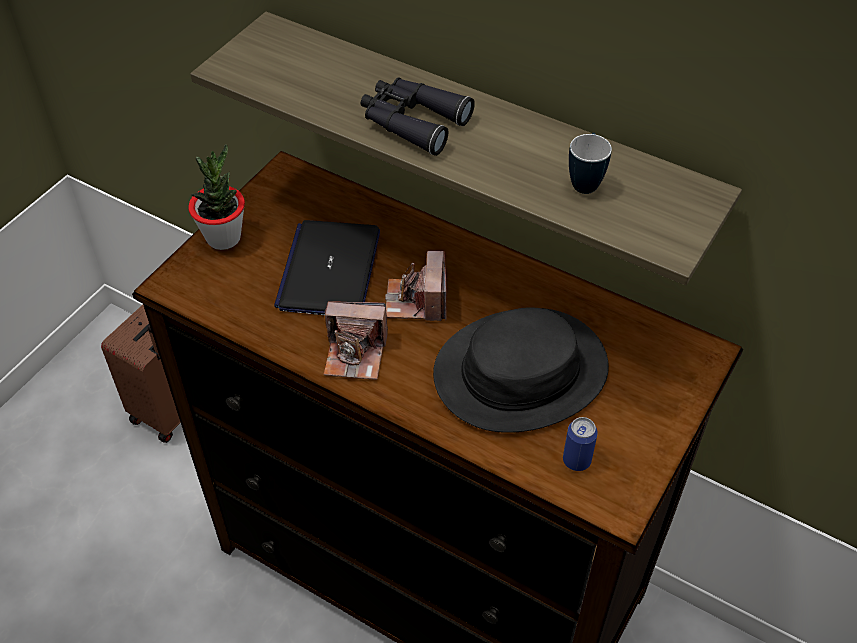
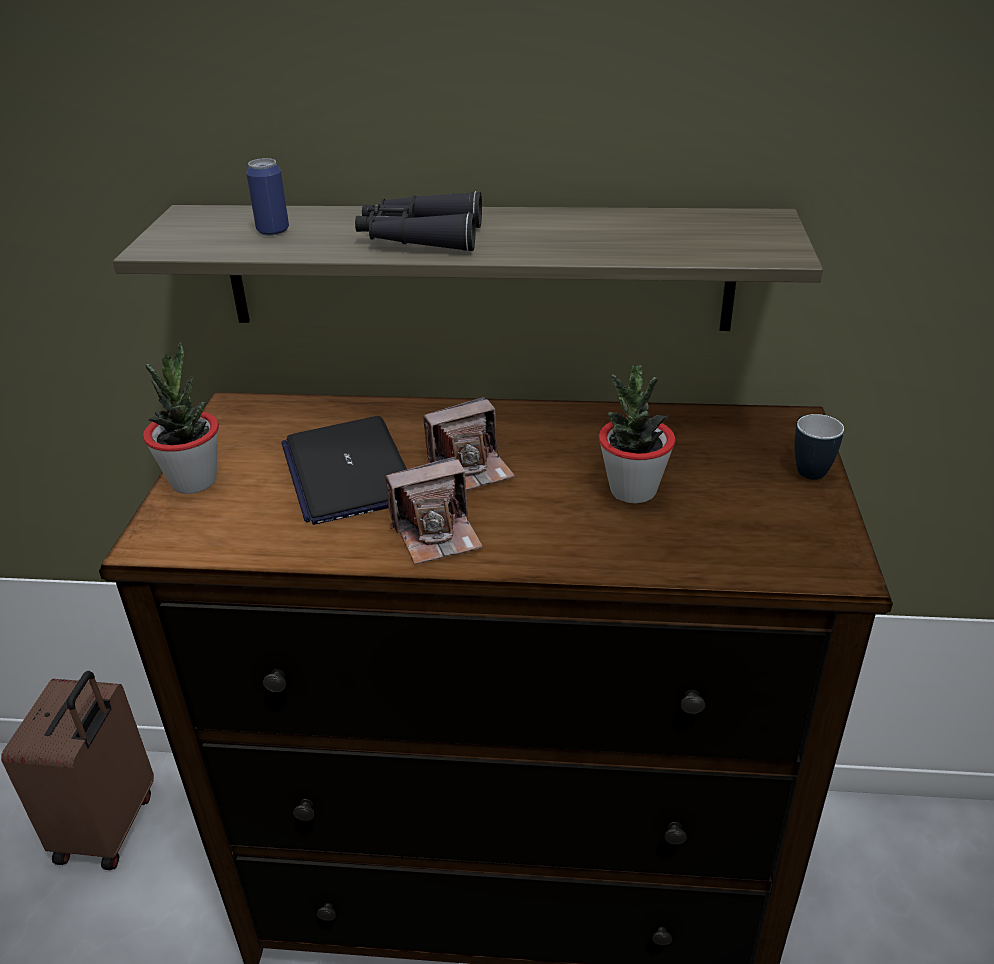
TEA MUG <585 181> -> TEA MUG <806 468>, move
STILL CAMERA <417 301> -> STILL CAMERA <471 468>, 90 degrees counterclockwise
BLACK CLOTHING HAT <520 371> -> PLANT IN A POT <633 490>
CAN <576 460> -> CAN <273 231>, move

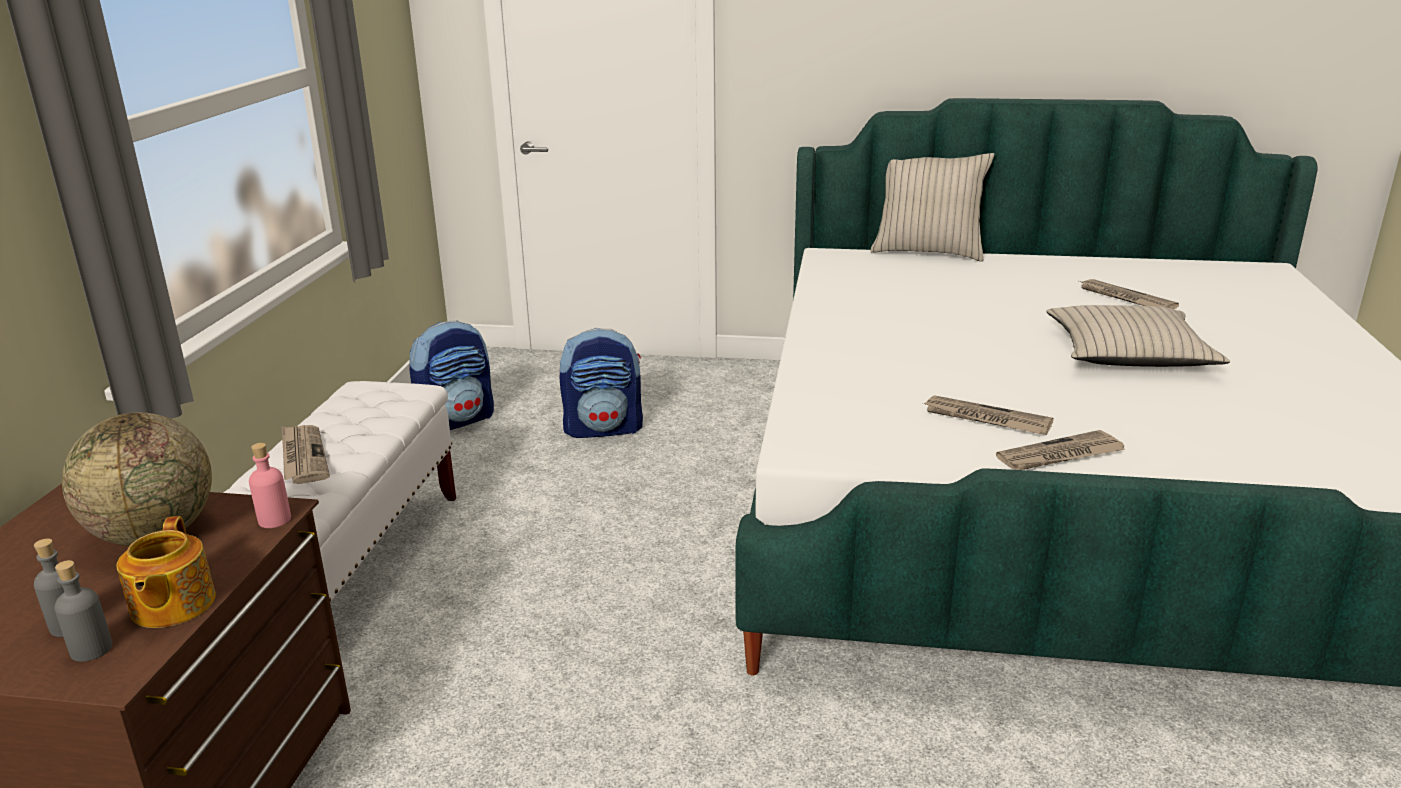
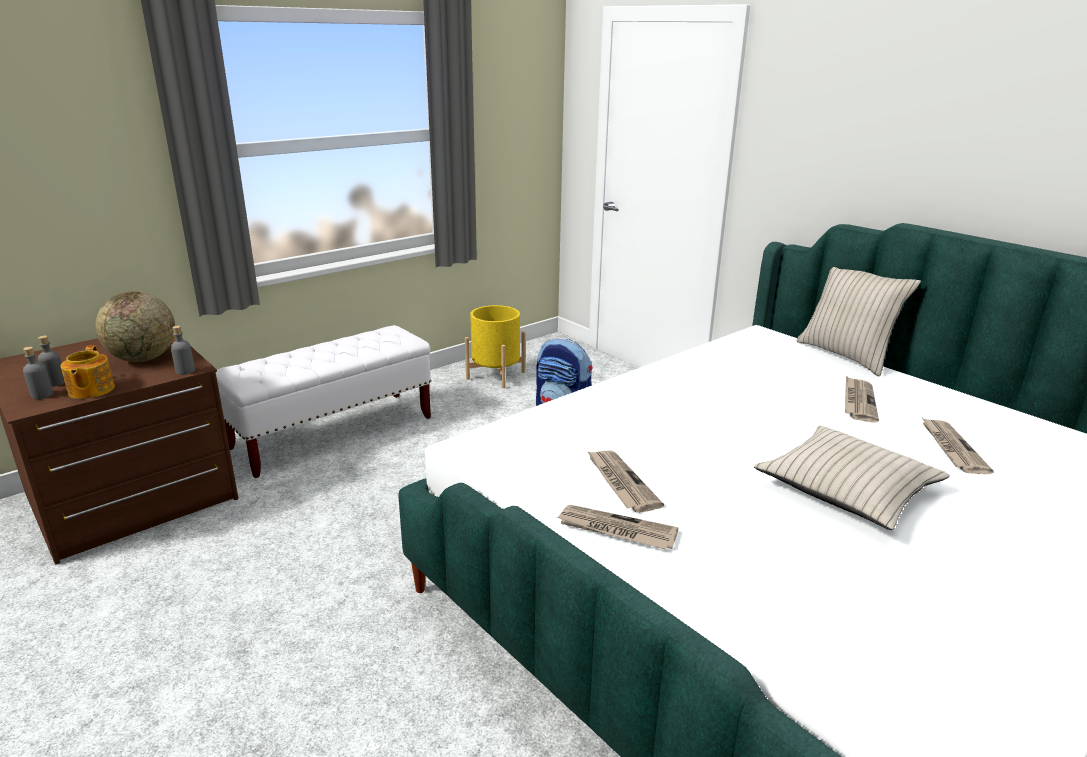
BACKPACK <457 420> -> YELLOW-COLOURED PLANT POT <496 375>
DAILY PAPER <303 456> -> DAILY PAPER <858 401>, move
PINK-COLOURED BOTTLE <274 520> -> GRAY BOTTLE <185 371>
TEA POT <171 606> -> TEA POT <90 390>, 45 degrees counterclockwise

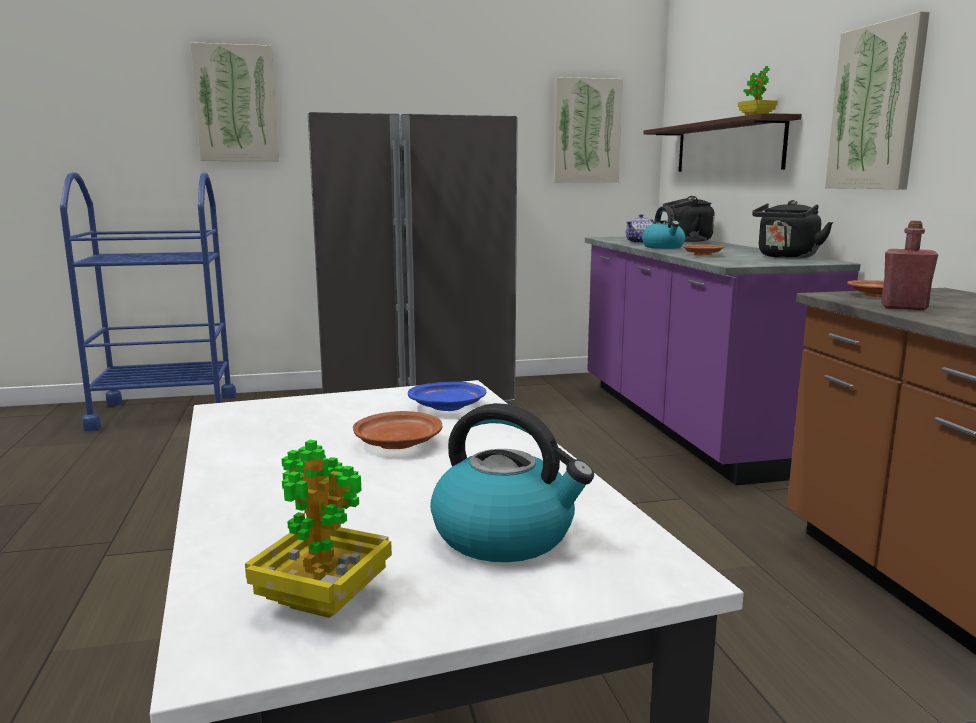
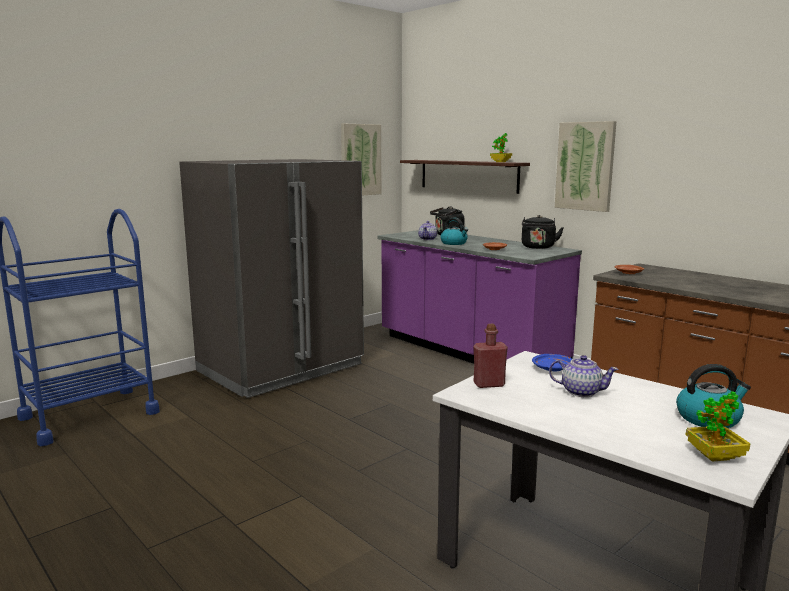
PICTURE <236 104> -> none
REDDISH BOTTLE <904 307> -> REDDISH BOTTLE <489 384>, move
BROWN-COLOURED PLATE <398 443> -> TEA POT <580 392>

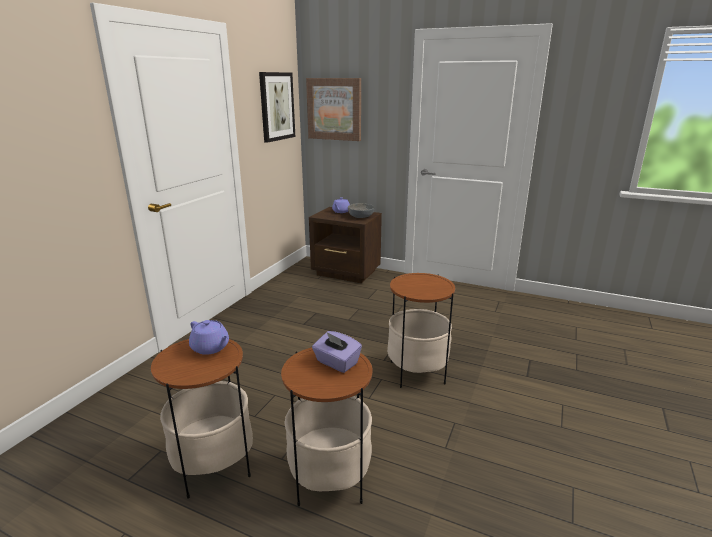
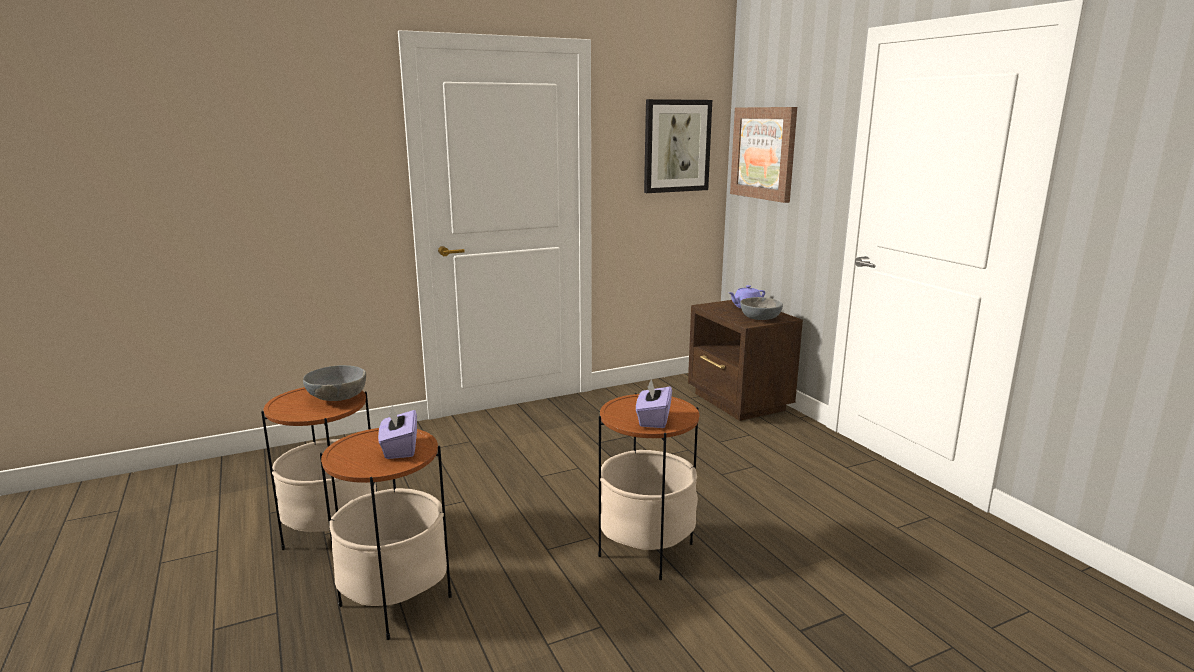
PURPLE TEA POT <211 348> -> GRAY BOWL <338 397>
none -> PURPLE BOX OF TISSUES <653 419>

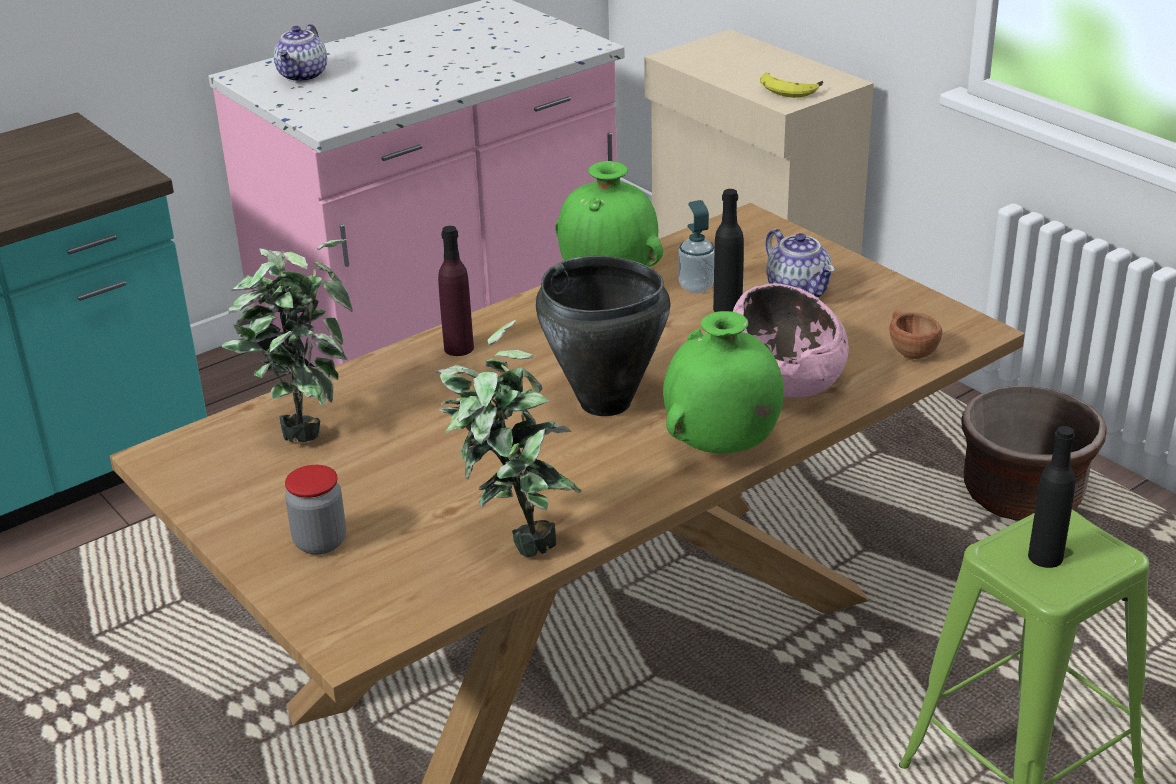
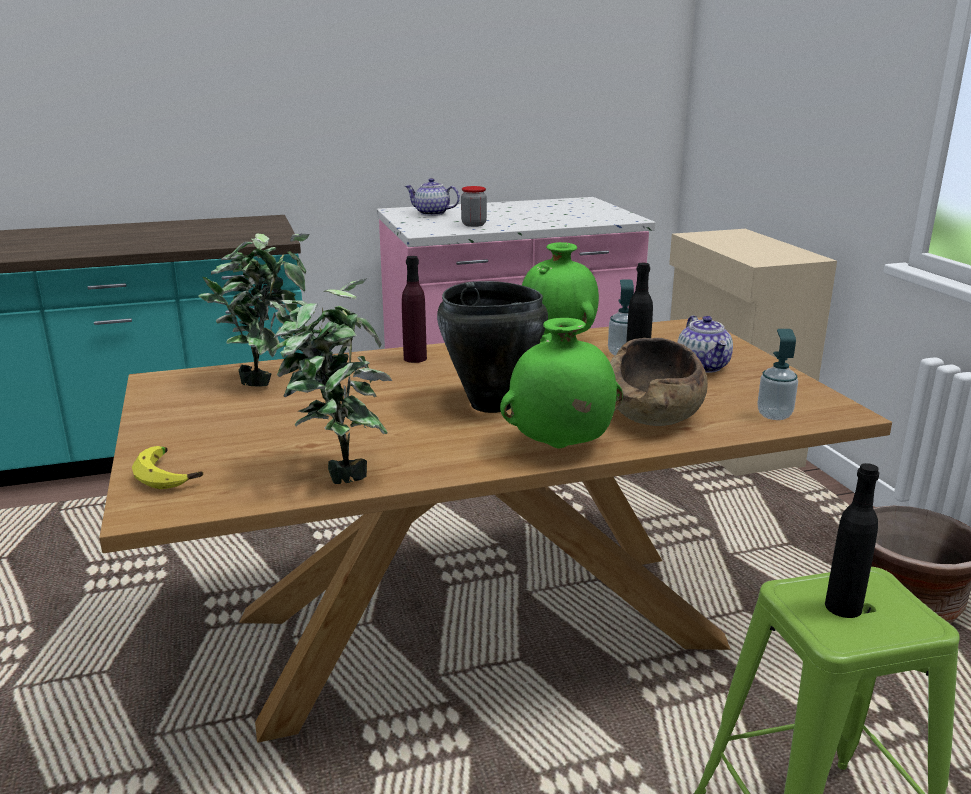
TEA POT <304 76> -> TEA POT <431 213>, 75 degrees clockwise
BANANA FRUIT <790 89> -> BANANA FRUIT <170 474>, move
PINK-COLOURED BOWL <787 374> -> BROWN-COLOURED BOWL <654 412>
BROWN-COLOURED SMALL CUP <909 350> -> SOAP DISPENSER <774 415>
PRESERVE JAR <320 542> -> PRESERVE JAR <473 224>, move

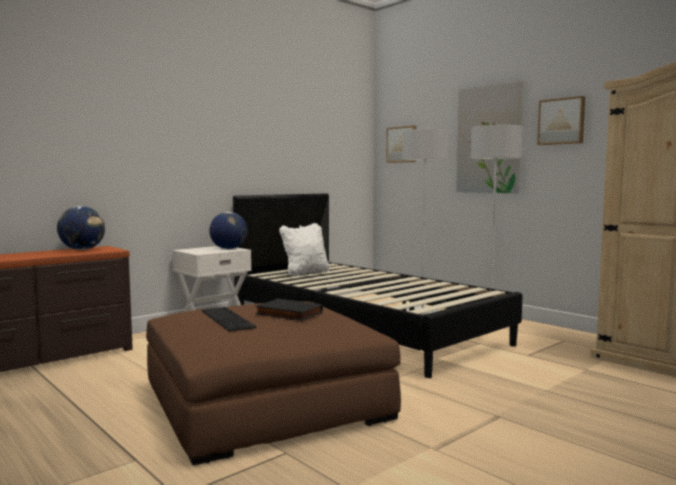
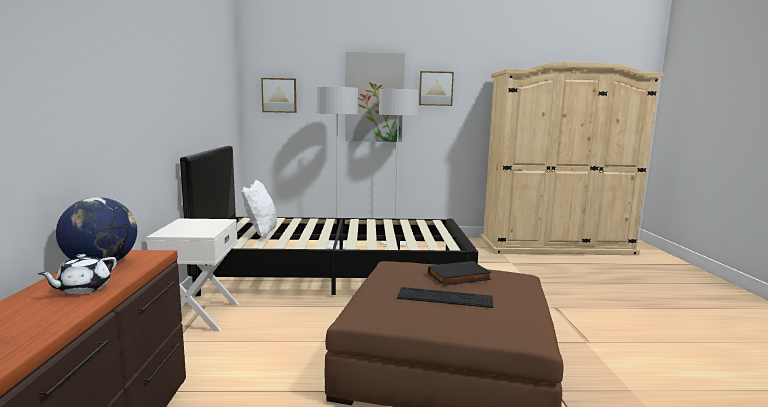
GLOBE <228 249> -> none
none -> WHITISH TEA POT <83 289>

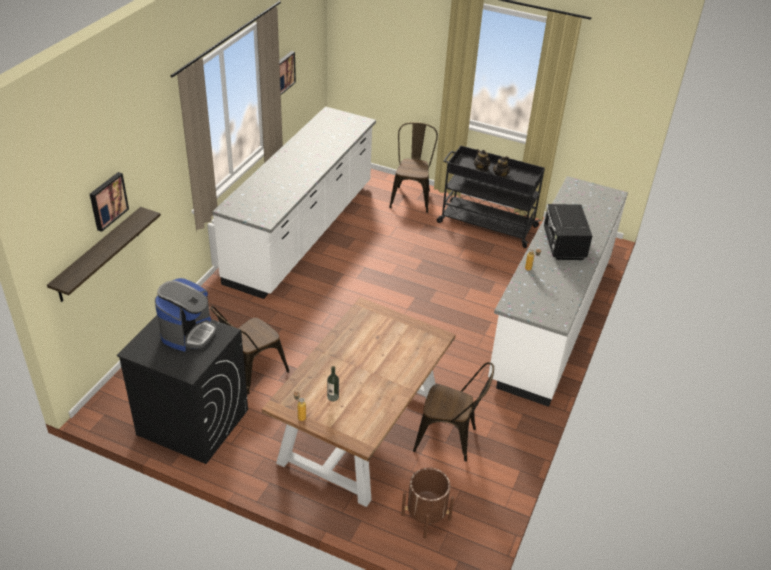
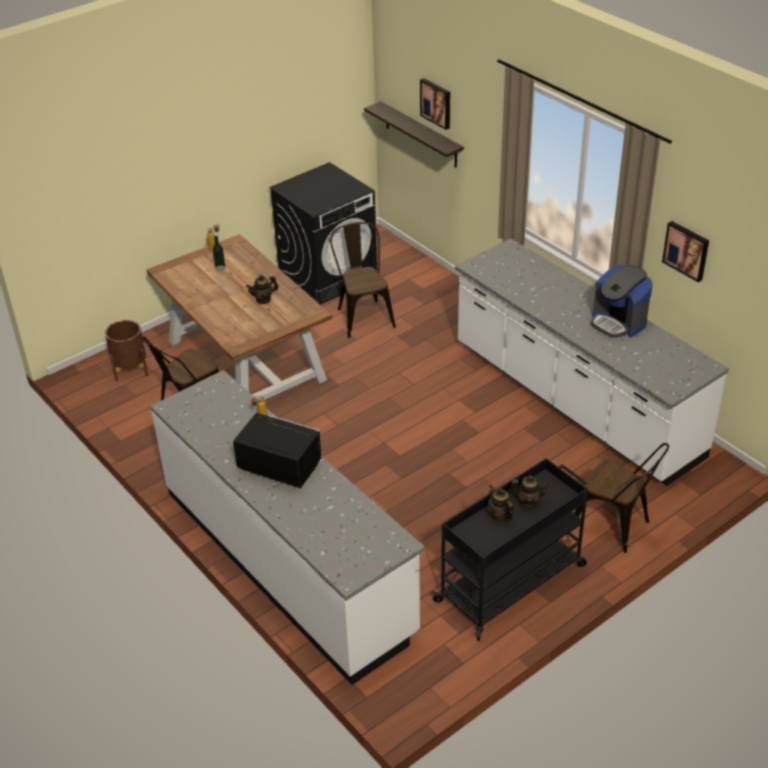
COFFEE BREWER <188 333> -> COFFEE BREWER <618 322>, move
none -> TEA POT <263 299>

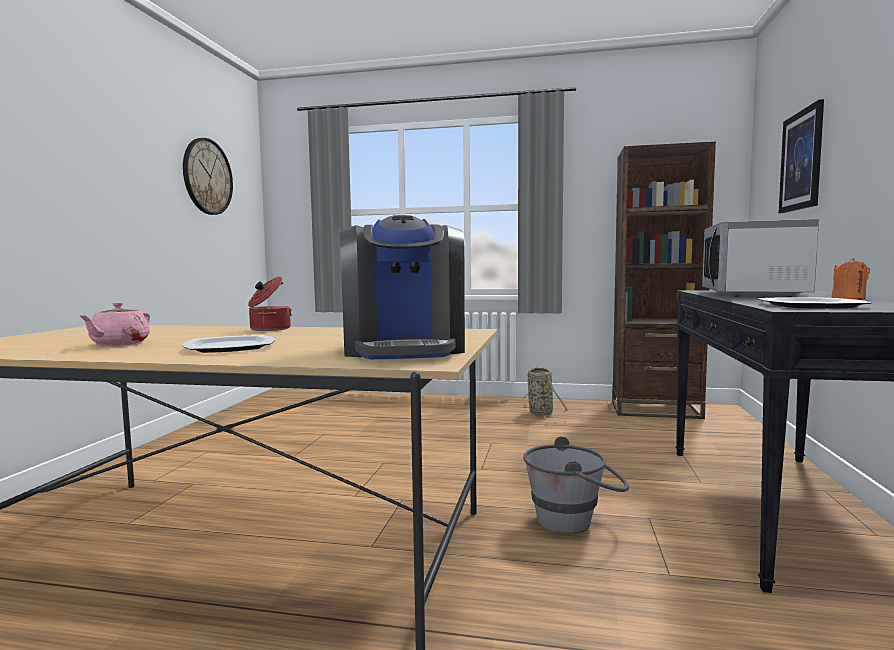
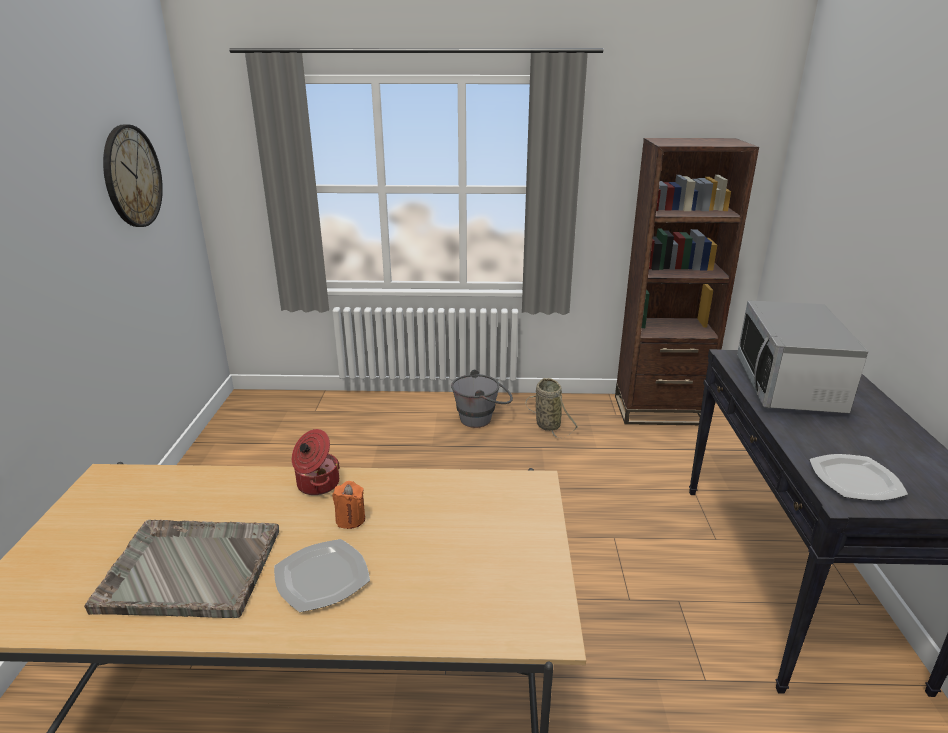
PICTURE <801 160> -> none
COFFEE BREWER <404 349> -> none
ORANGE-COLOURED WAX LIGHT <848 298> -> ORANGE-COLOURED WAX LIGHT <350 519>, move
PINK-COLOURED TEA POT <119 344> -> GRAY CARRYING TRAY <189 569>
GRAY BUCKET <575 521> -> GRAY BUCKET <482 419>, move

